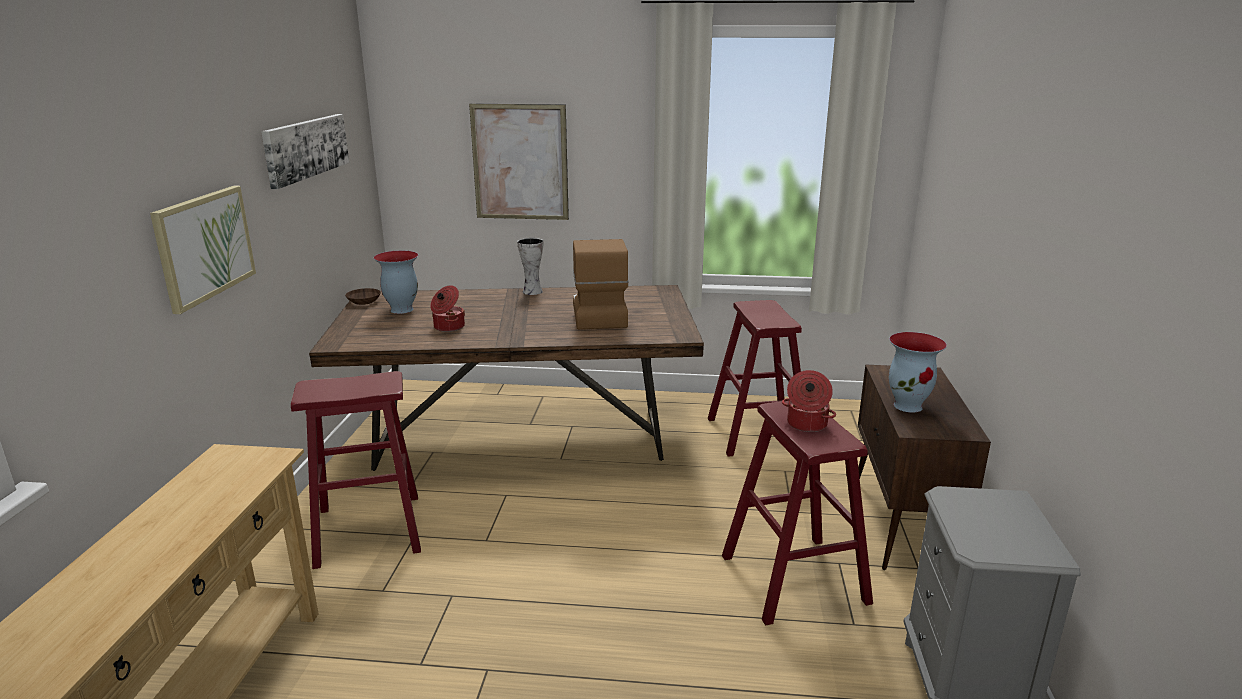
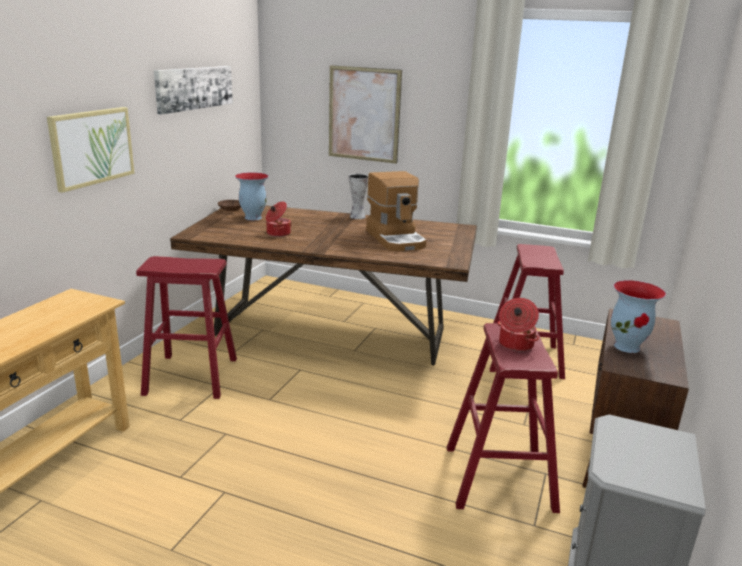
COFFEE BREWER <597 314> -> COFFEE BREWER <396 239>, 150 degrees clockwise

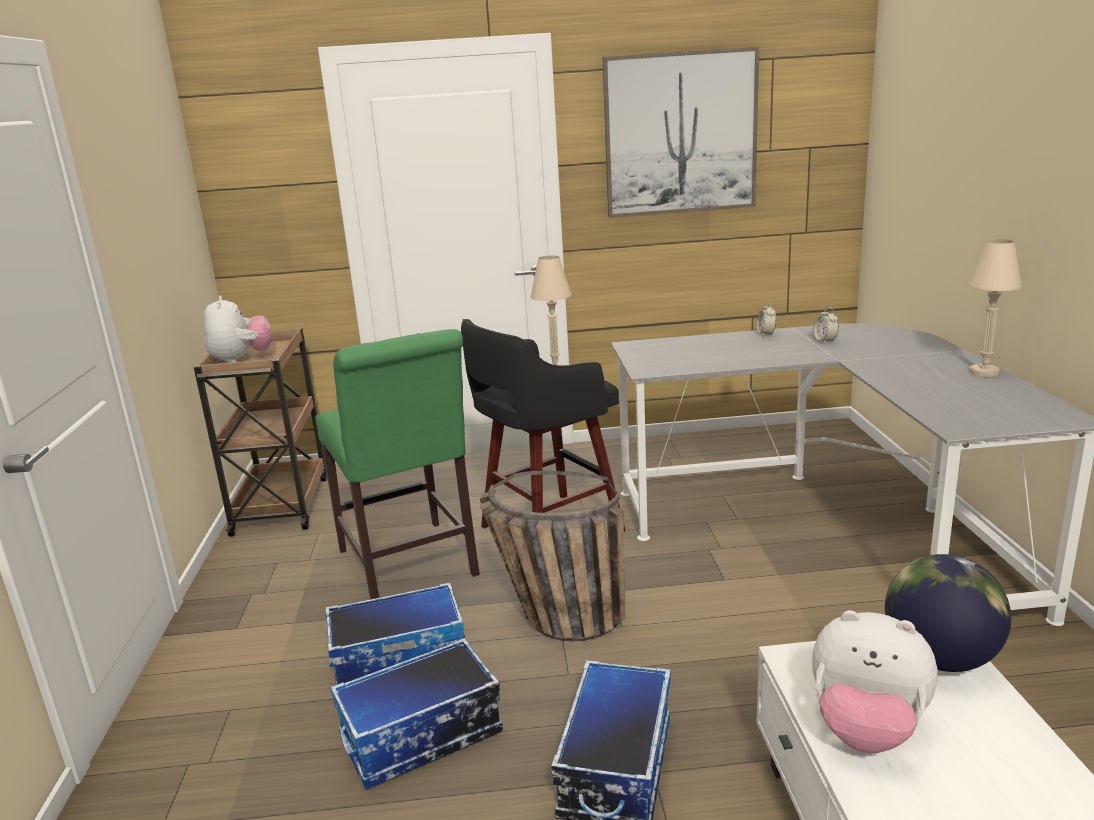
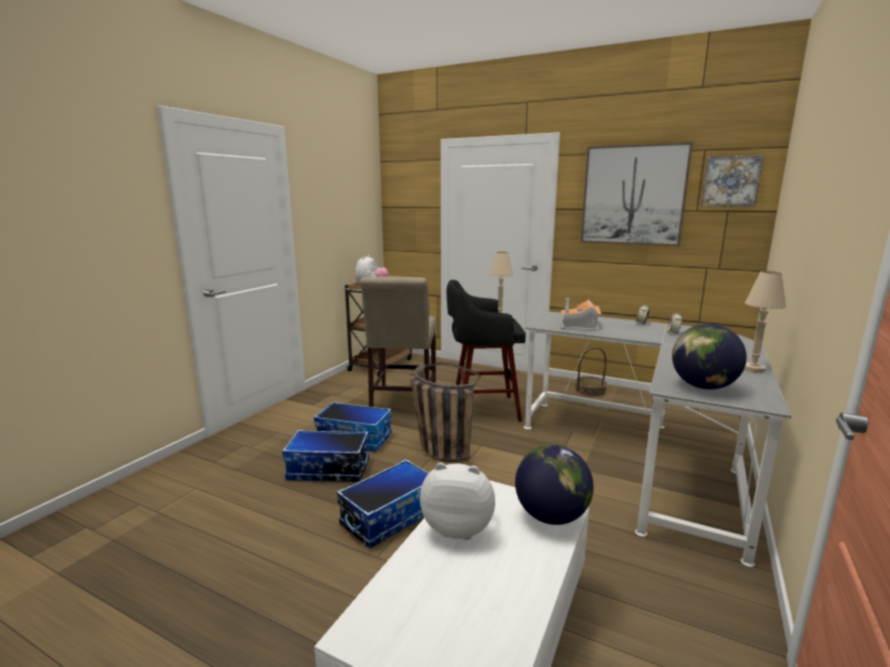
GREEN-COLOURED UPRIGHT CHAIR <409 566> -> BEIGE-COLOURED UPRIGHT CHAIR <402 404>
CUDDLY TOY <866 730> -> CUDDLY TOY <458 527>, 135 degrees clockwise
none -> PICTURE <731 181>
none -> TOY HOUSE <580 326>
none -> GLOBE <702 386>
none -> BASKET <590 391>

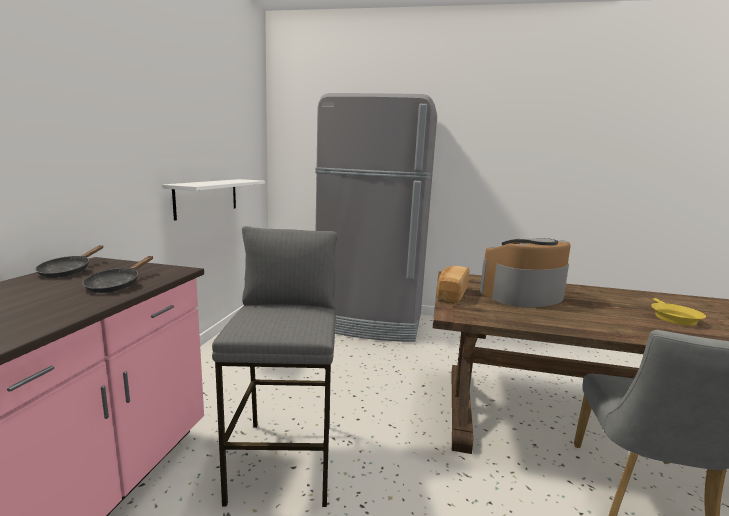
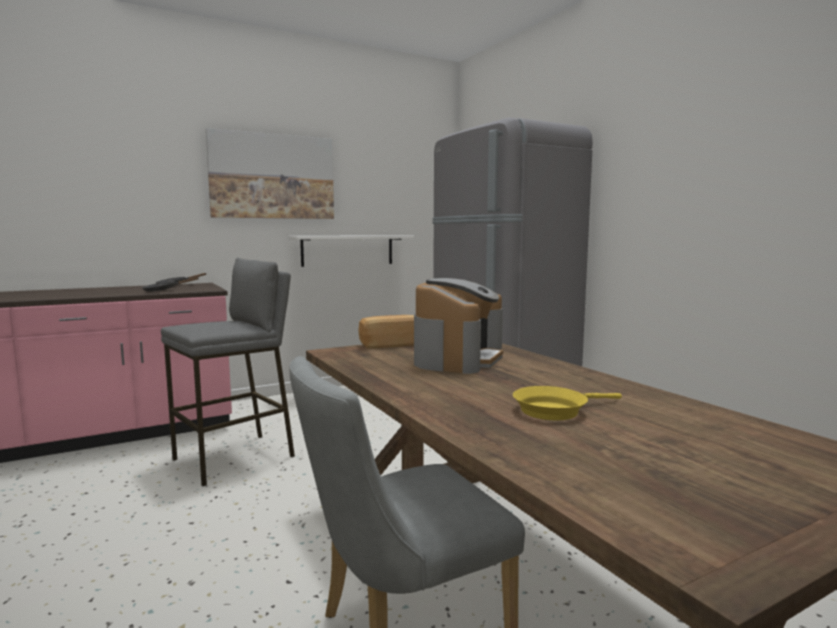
COFFEE BREWER <522 295> -> COFFEE BREWER <458 358>, 90 degrees clockwise
none -> PICTURE <272 176>

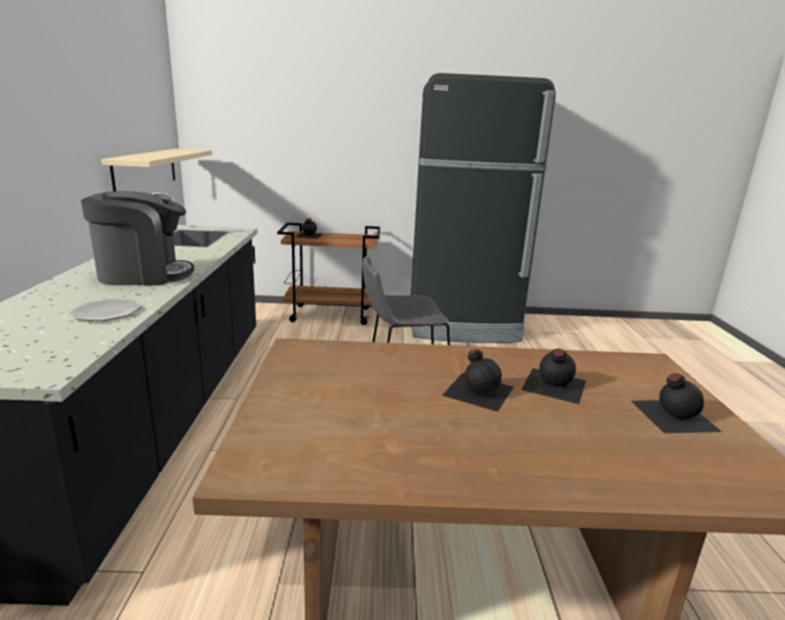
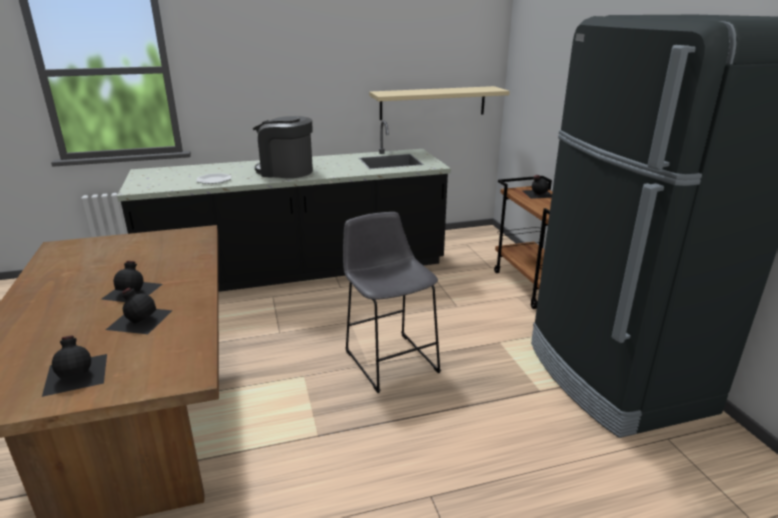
COFFEE BREWER <144 274> -> COFFEE BREWER <285 171>, 135 degrees clockwise

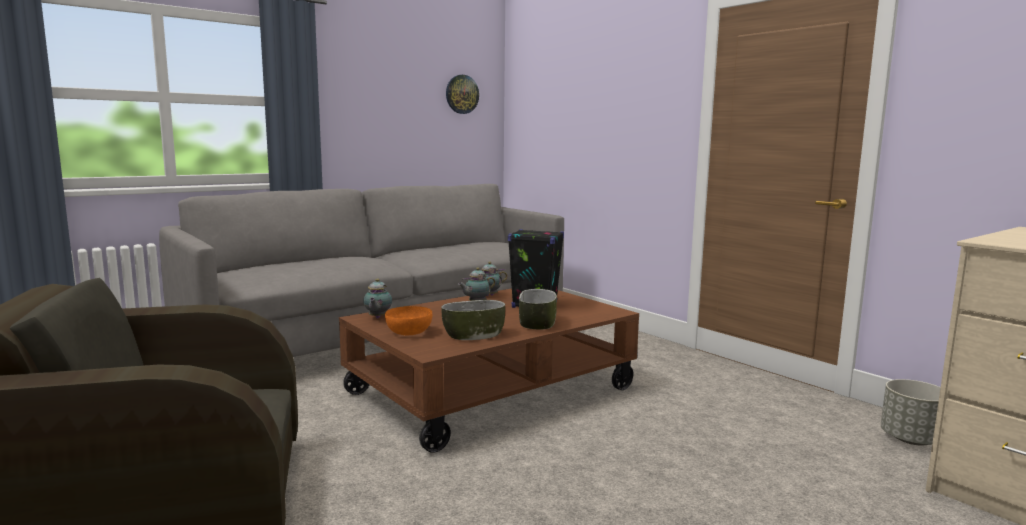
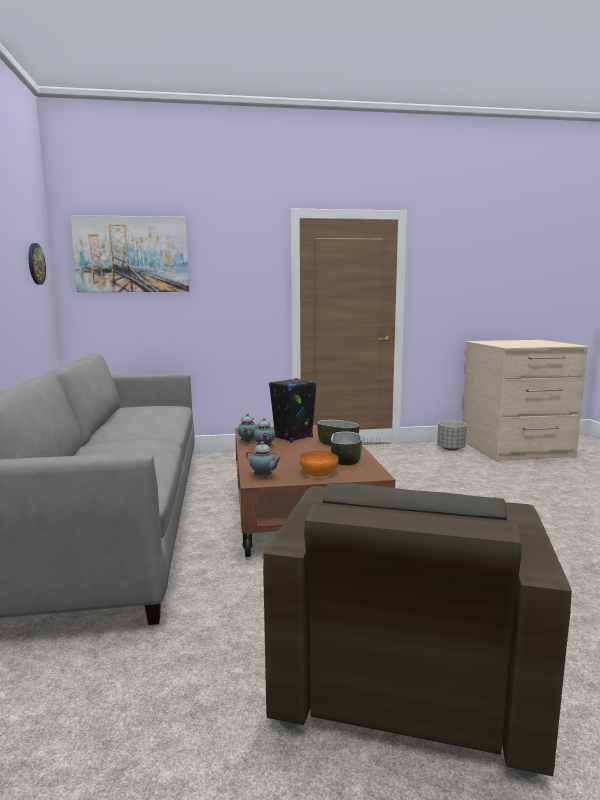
none -> PICTURE <132 254>

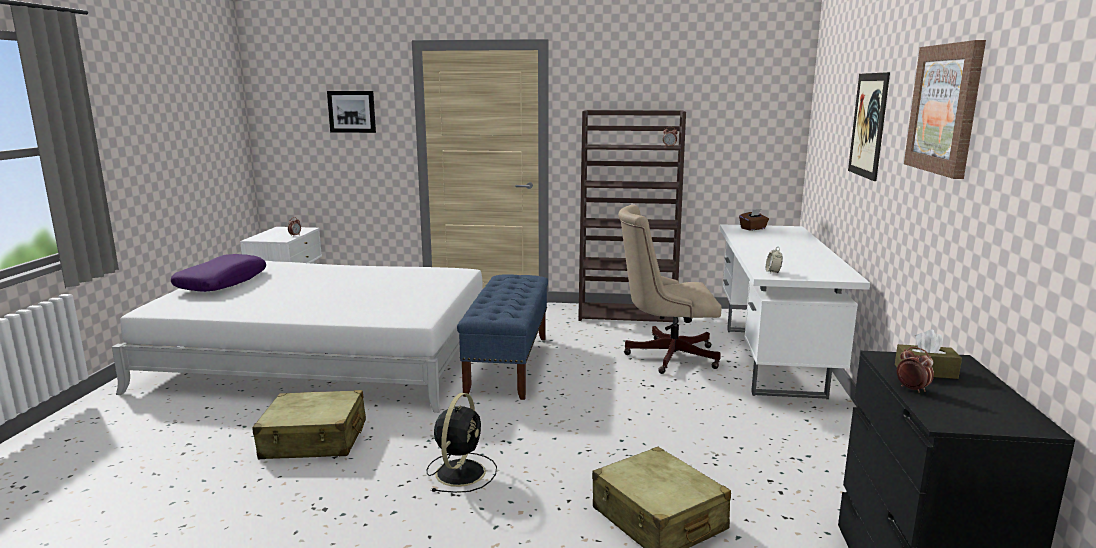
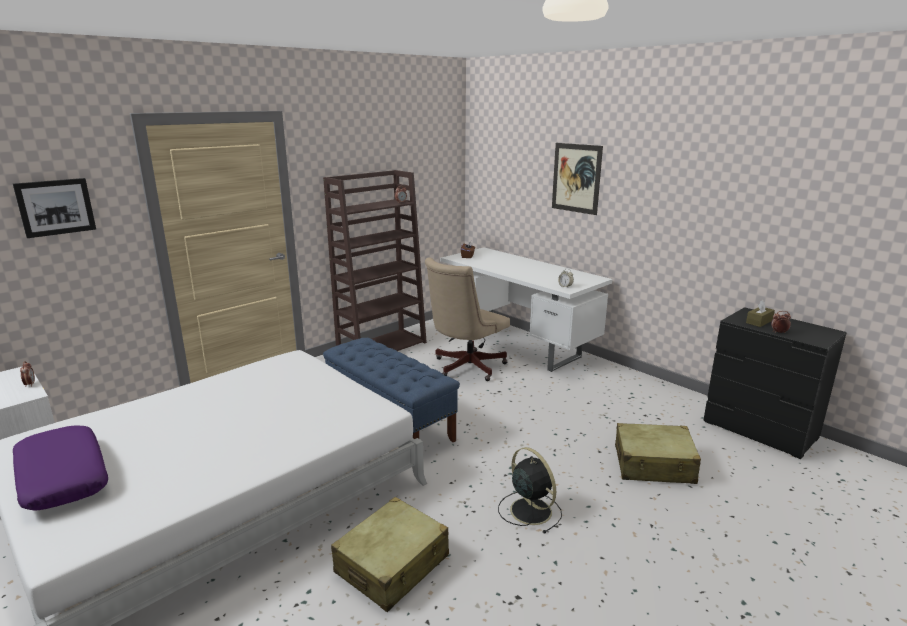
PICTURE <945 109> -> none

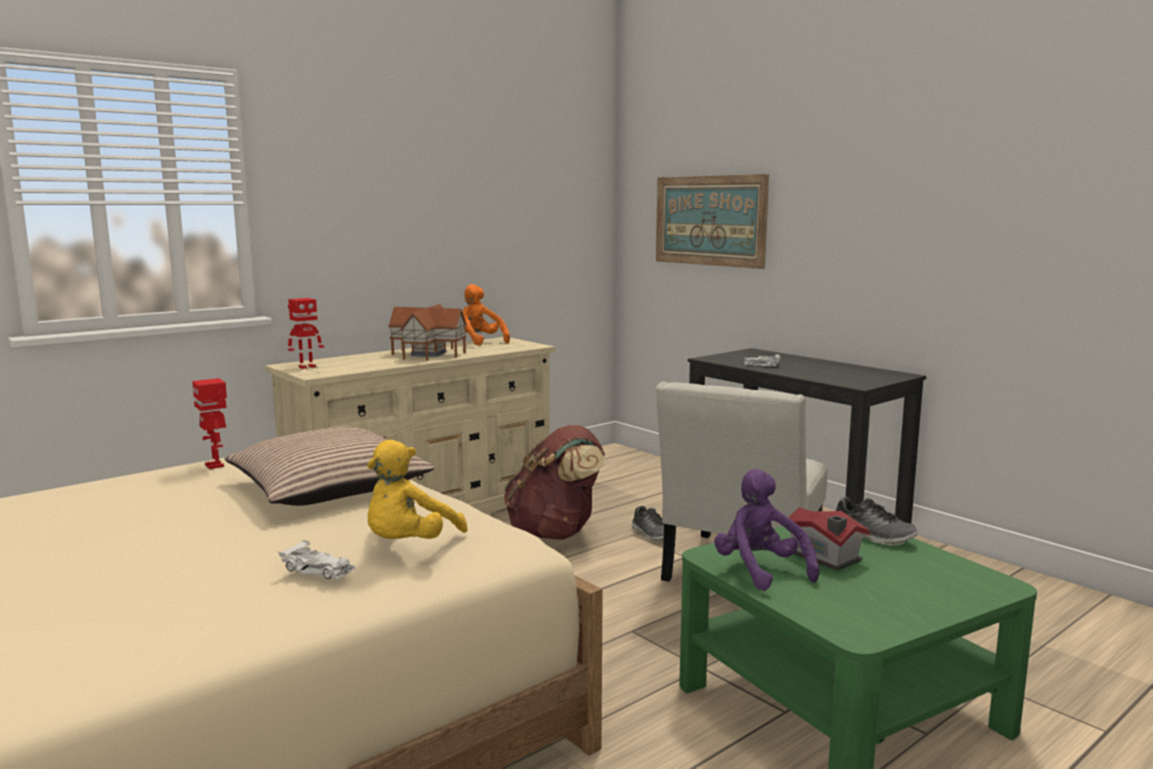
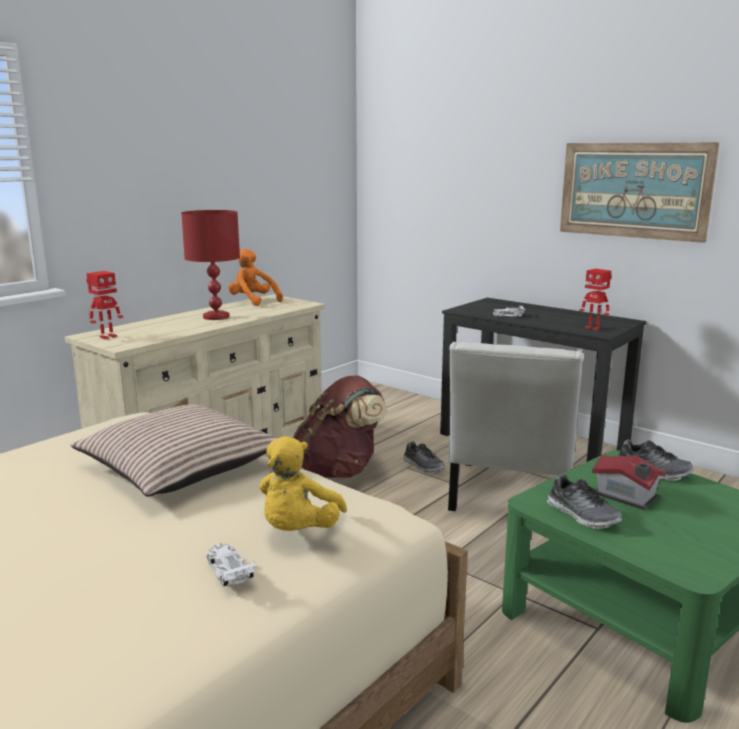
PICTURE <709 220> -> PICTURE <634 190>, move
TOY HOUSE <429 354> -> REDDISH TABLE LAMP <216 317>
ROBOT FIGURE <215 465> -> ROBOT FIGURE <593 328>, move
PURPLE CUDDLY TOY <760 571> -> SHOE <582 515>
WHITISH MODEL CAR <319 570> -> WHITISH MODEL CAR <229 570>, 135 degrees counterclockwise

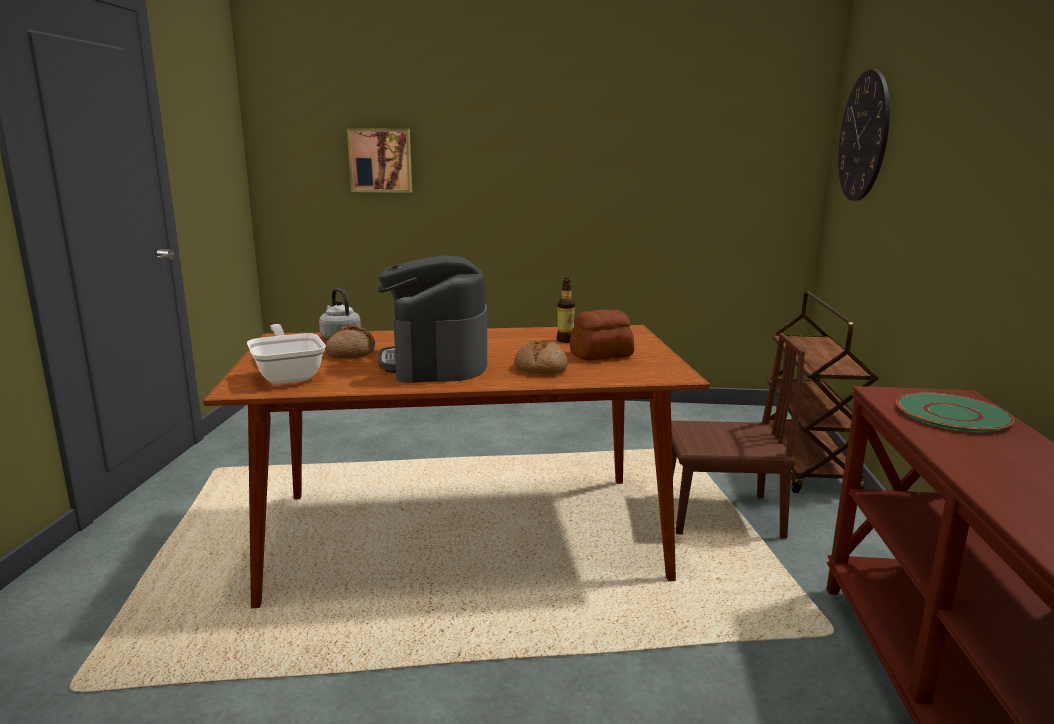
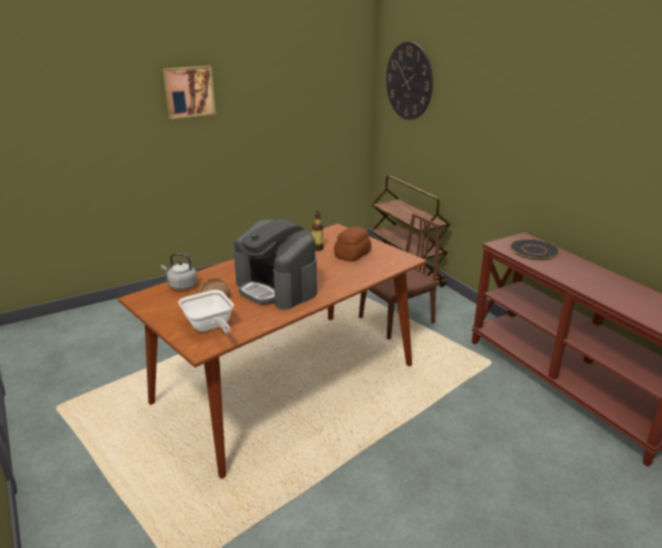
PICTURE <381 160> -> PICTURE <189 91>, move
PAN <288 375> -> PAN <209 327>, 150 degrees counterclockwise
BAKERY BREAD <540 369> -> none
GREEN-COLOURED PLATE <953 414> -> BLACK PLATE <534 250>

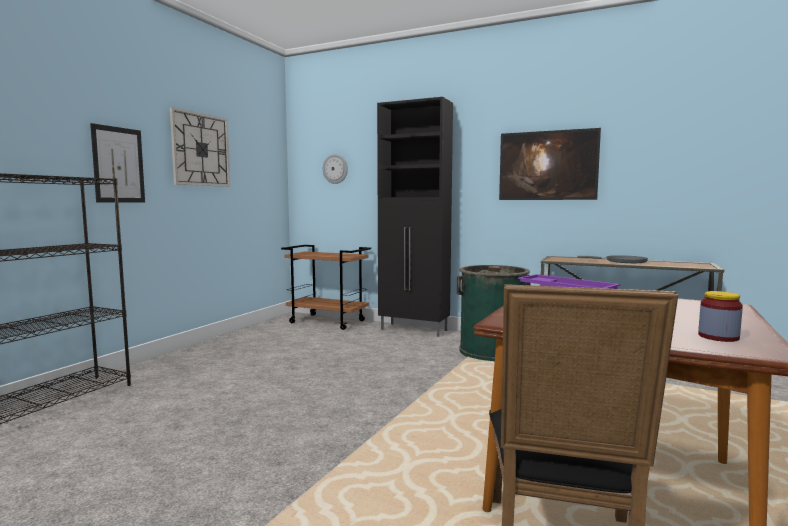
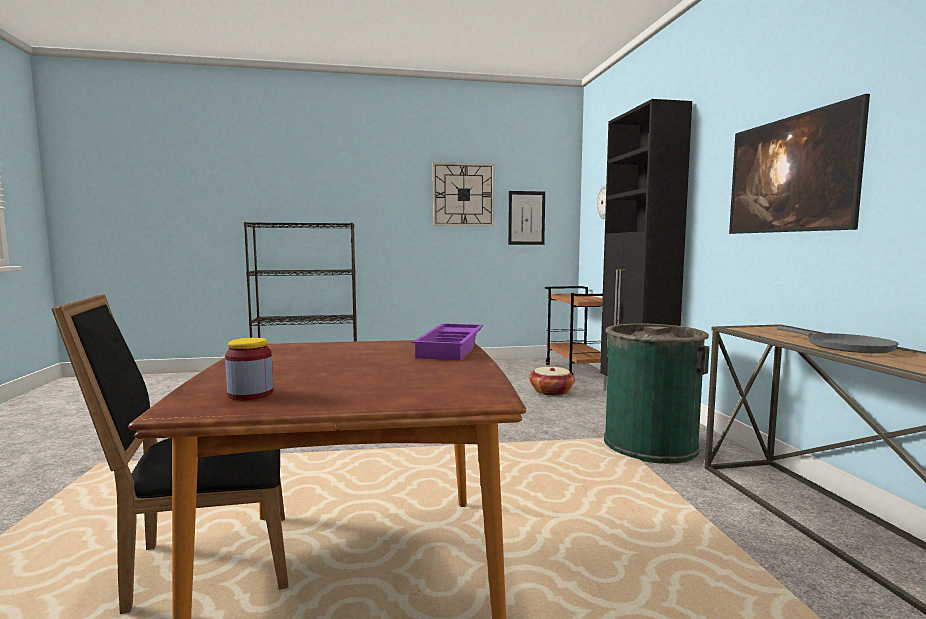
PICTURE <118 165> -> PICTURE <526 218>, move
none -> BASKET <551 392>

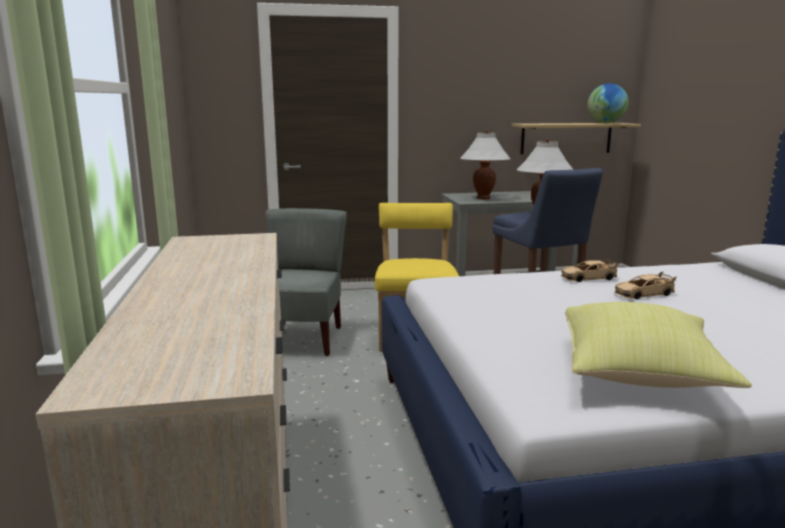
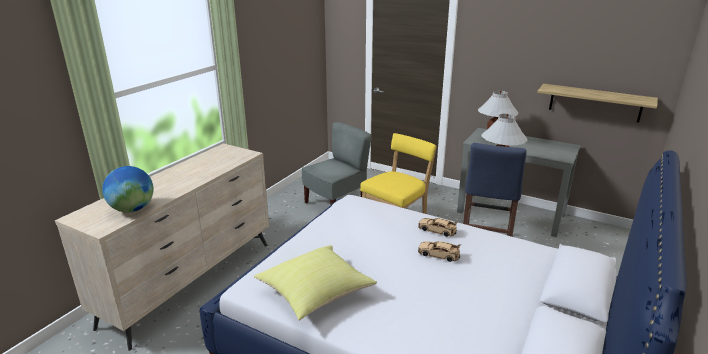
GLOBE <606 123> -> GLOBE <133 209>, move

